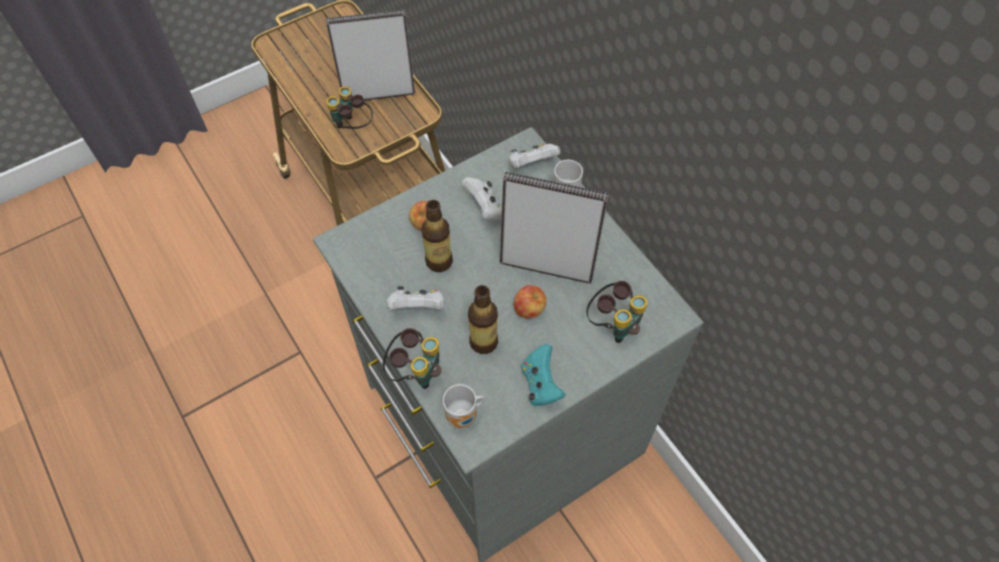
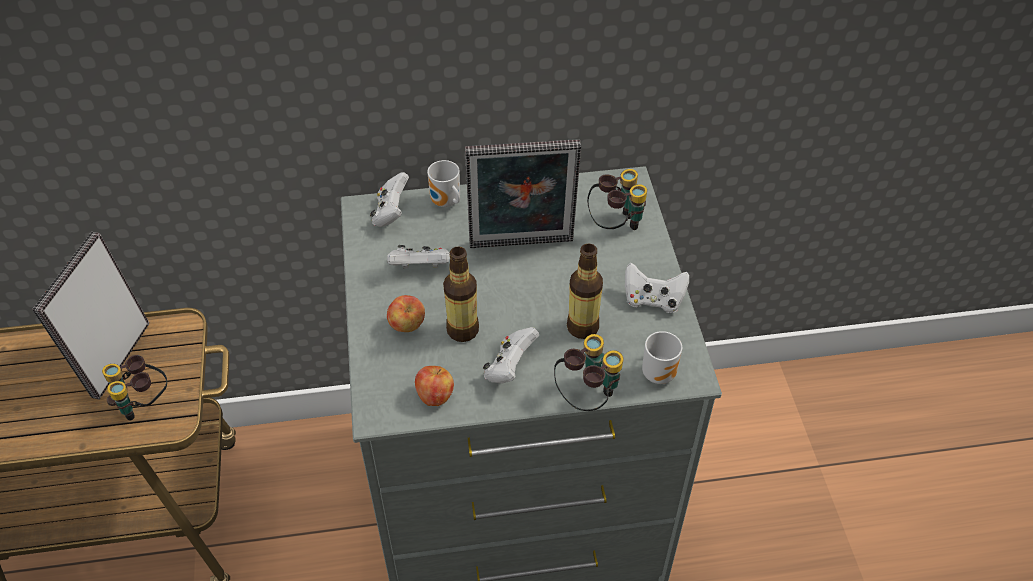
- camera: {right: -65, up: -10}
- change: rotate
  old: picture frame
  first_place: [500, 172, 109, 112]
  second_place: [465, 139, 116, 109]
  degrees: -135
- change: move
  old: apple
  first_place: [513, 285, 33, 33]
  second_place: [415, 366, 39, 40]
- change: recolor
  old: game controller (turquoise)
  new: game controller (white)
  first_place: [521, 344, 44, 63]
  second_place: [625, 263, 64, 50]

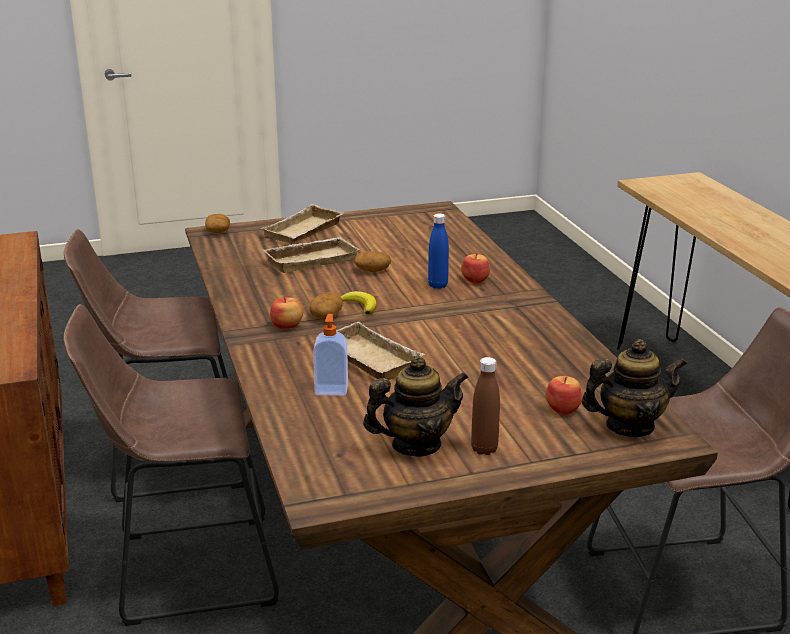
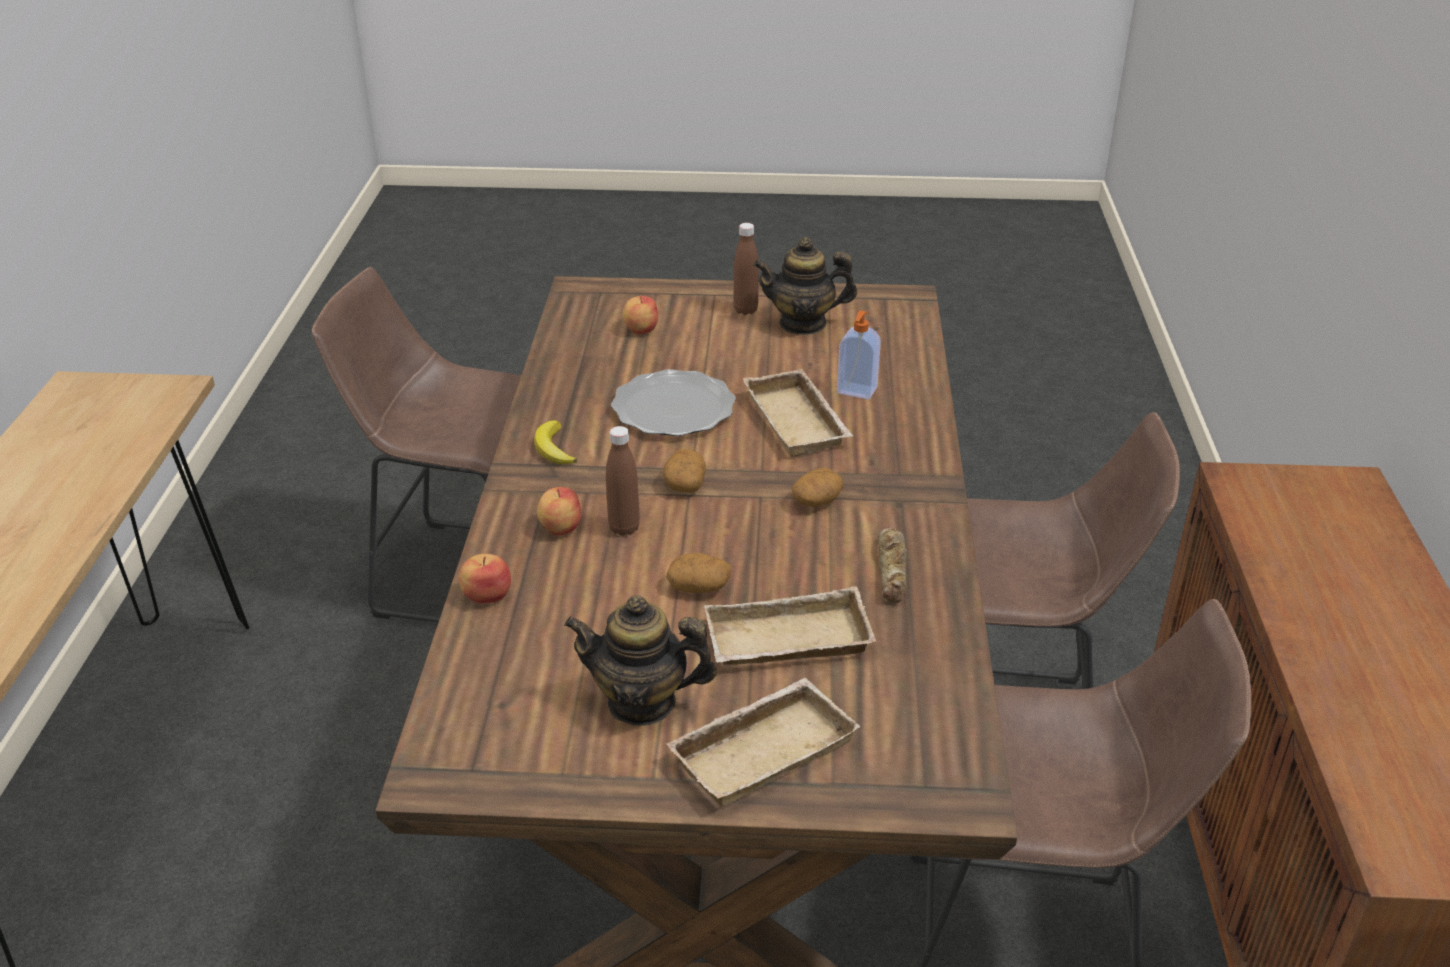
- camera: {right: -160, up: 10}
- change: recolor
  old: bottle (blue)
  new: bottle (brown)
  first_place: [428, 213, 21, 76]
  second_place: [606, 426, 34, 110]
- change: move
  old: potato
  first_place: [205, 214, 25, 19]
  second_place: [663, 449, 43, 44]
- change: move
  old: banana
  first_place: [341, 291, 36, 24]
  second_place: [534, 420, 43, 44]
- change: move
  old: apple
  first_place: [270, 297, 33, 32]
  second_place: [459, 554, 52, 50]
- change: move
  old: teapot
  first_place: [582, 339, 105, 98]
  second_place: [564, 595, 153, 131]
- change: insert
  new: plate
  second_place: [611, 369, 125, 67]
- change: insert
  new: bread
  second_place: [878, 527, 29, 75]

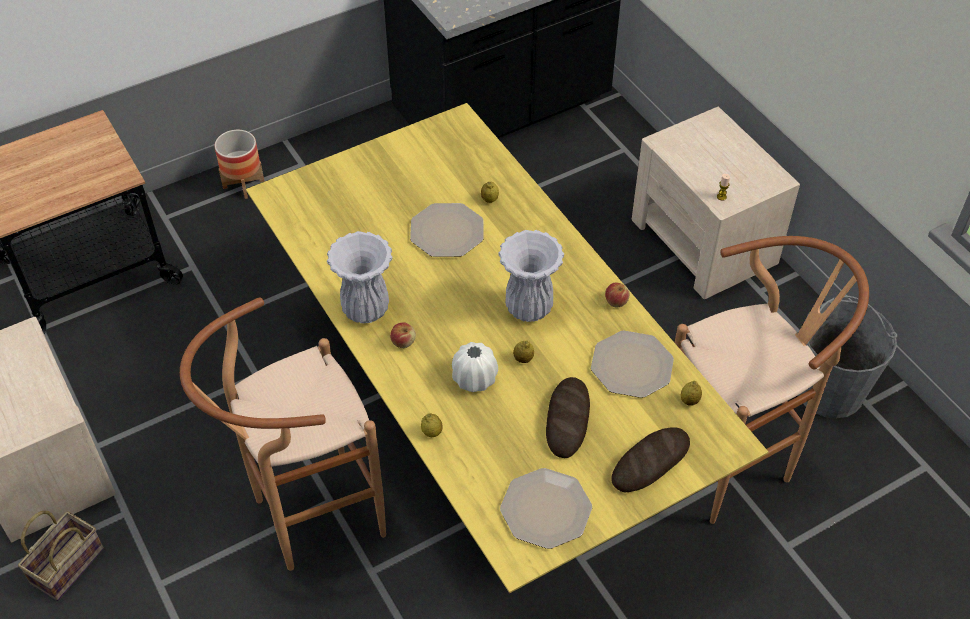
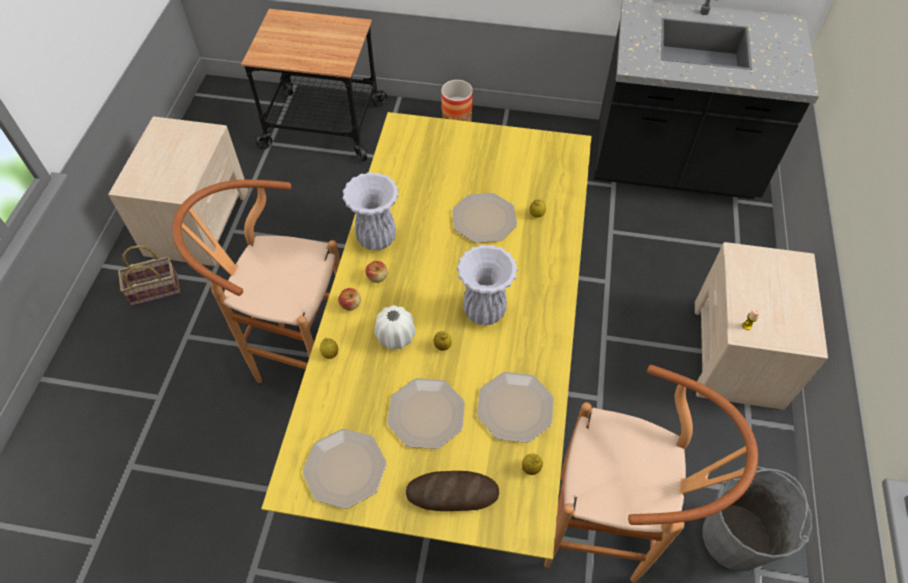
- camera: {right: 40, up: 5}
- change: move
  old: apple
  first_place: [605, 283, 25, 24]
  second_place: [338, 288, 23, 22]
- change: replace
  old: bread
  new: plate
  first_place: [546, 377, 44, 81]
  second_place: [387, 378, 78, 71]

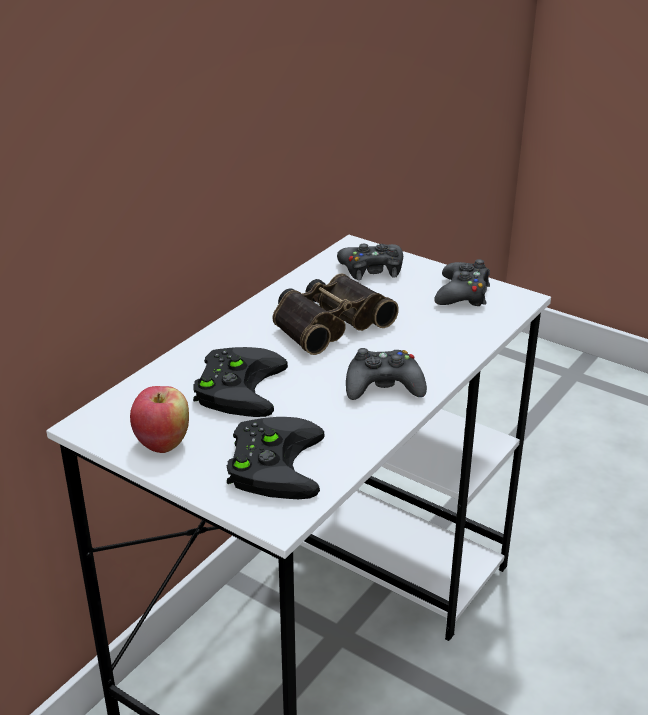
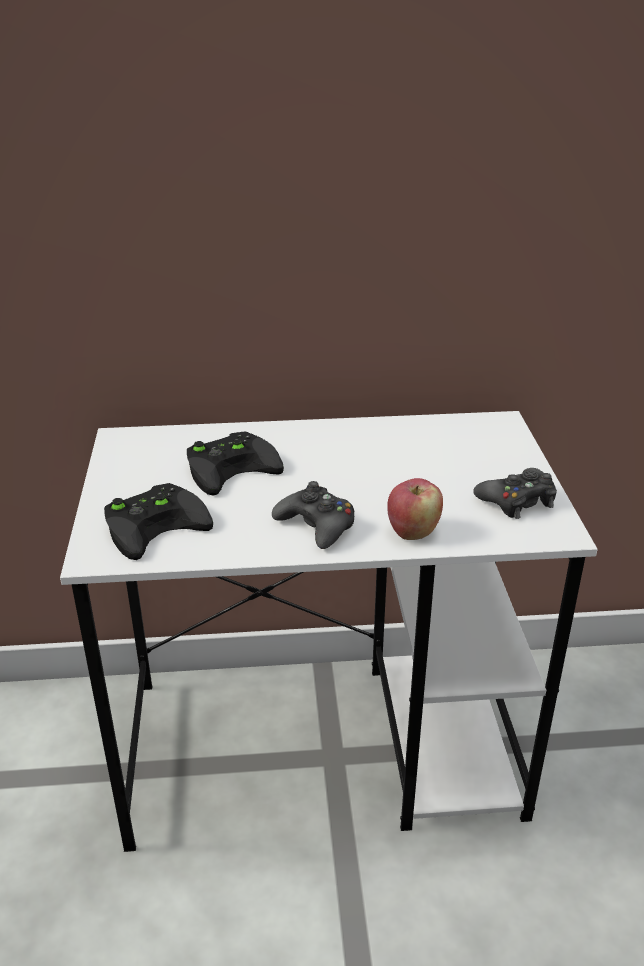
- camera: {right: 50, up: 0}
- change: delete
  old: game controller (black)
  first_place: [337, 244, 66, 36]
- change: delete
  old: binoculars
  first_place: [272, 273, 127, 82]
- change: move
  old: apple
  first_place: [130, 386, 59, 67]
  second_place: [387, 478, 56, 62]

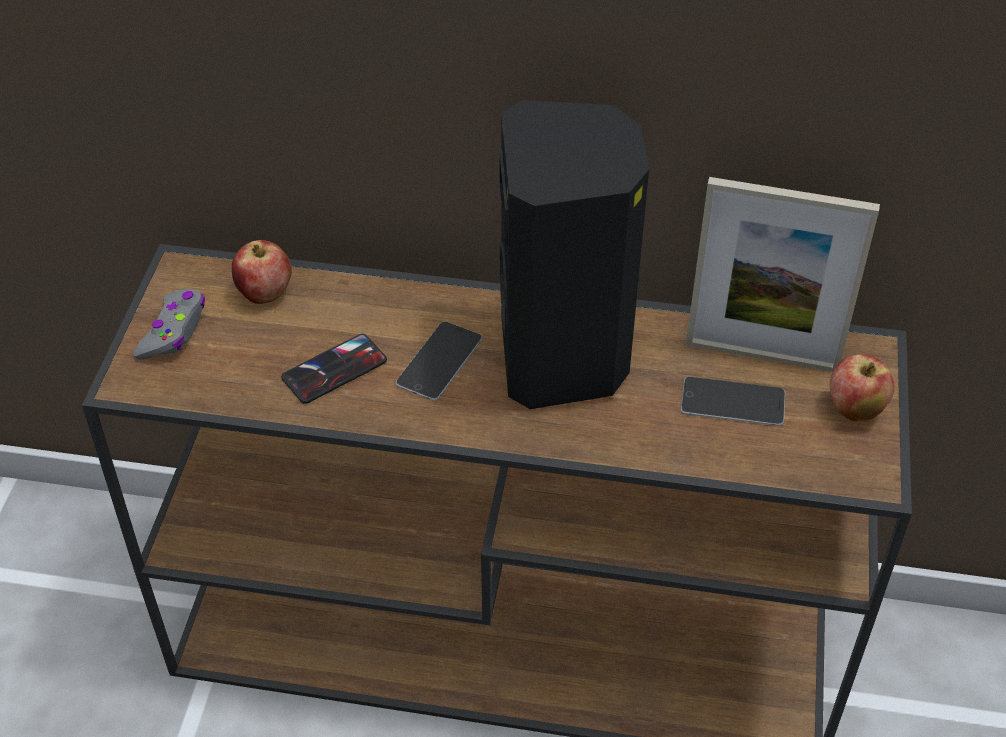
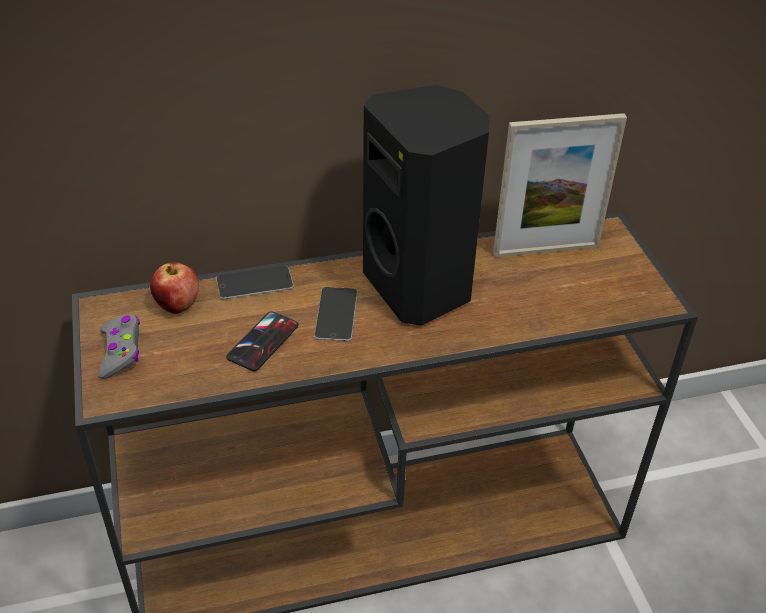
- camera: {right: -25, up: -5}
- change: delete
  old: apple
  first_place: [830, 354, 65, 67]
- change: move
  old: phone
  first_place: [681, 377, 104, 49]
  second_place: [216, 266, 78, 33]

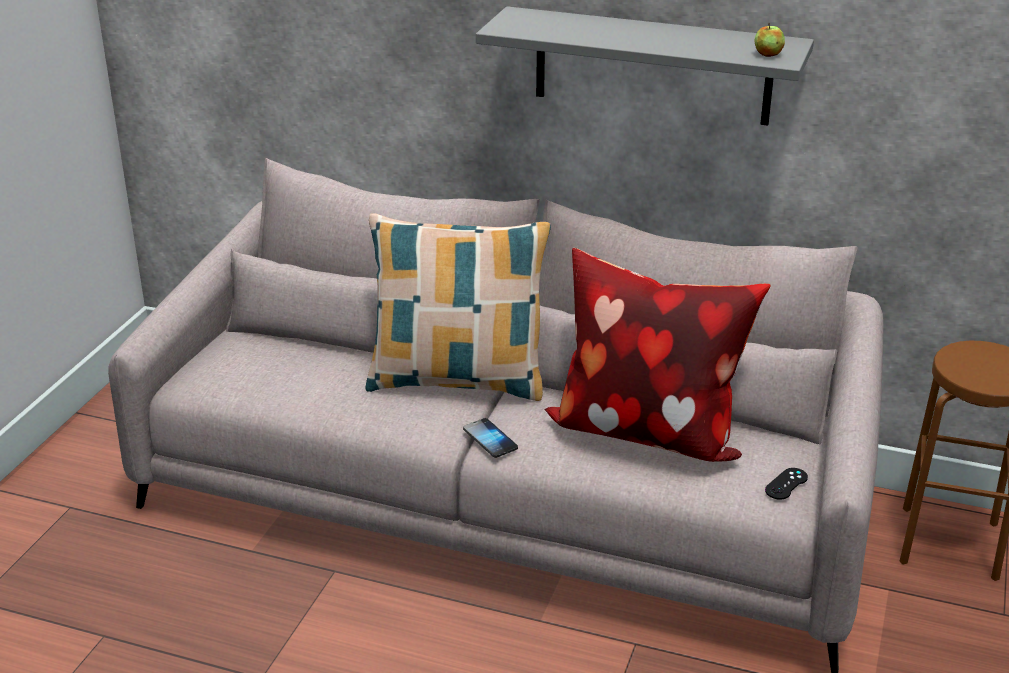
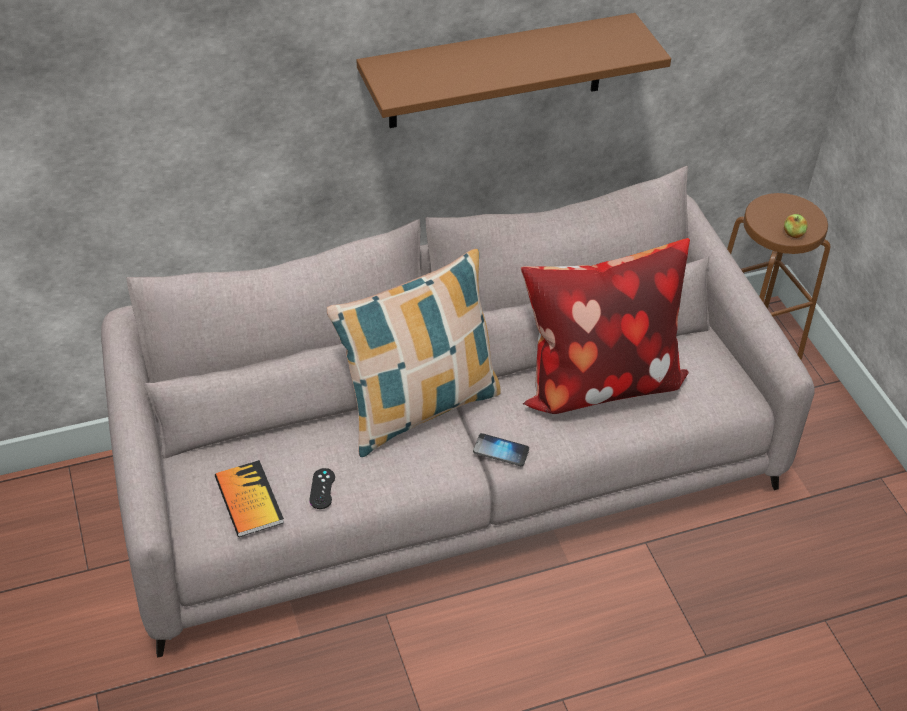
- camera: {right: -40, up: 15}
- change: recolor
  old: shelf (grey)
  new: shelf (brown)
  first_place: [476, 6, 338, 120]
  second_place: [357, 13, 314, 115]
- change: move
  old: apple
  first_place: [755, 23, 30, 34]
  second_place: [784, 214, 23, 24]
- change: move
  old: game controller (black)
  first_place: [765, 468, 43, 32]
  second_place: [309, 468, 26, 41]
- change: insert
  new: book
  second_place: [215, 460, 69, 77]

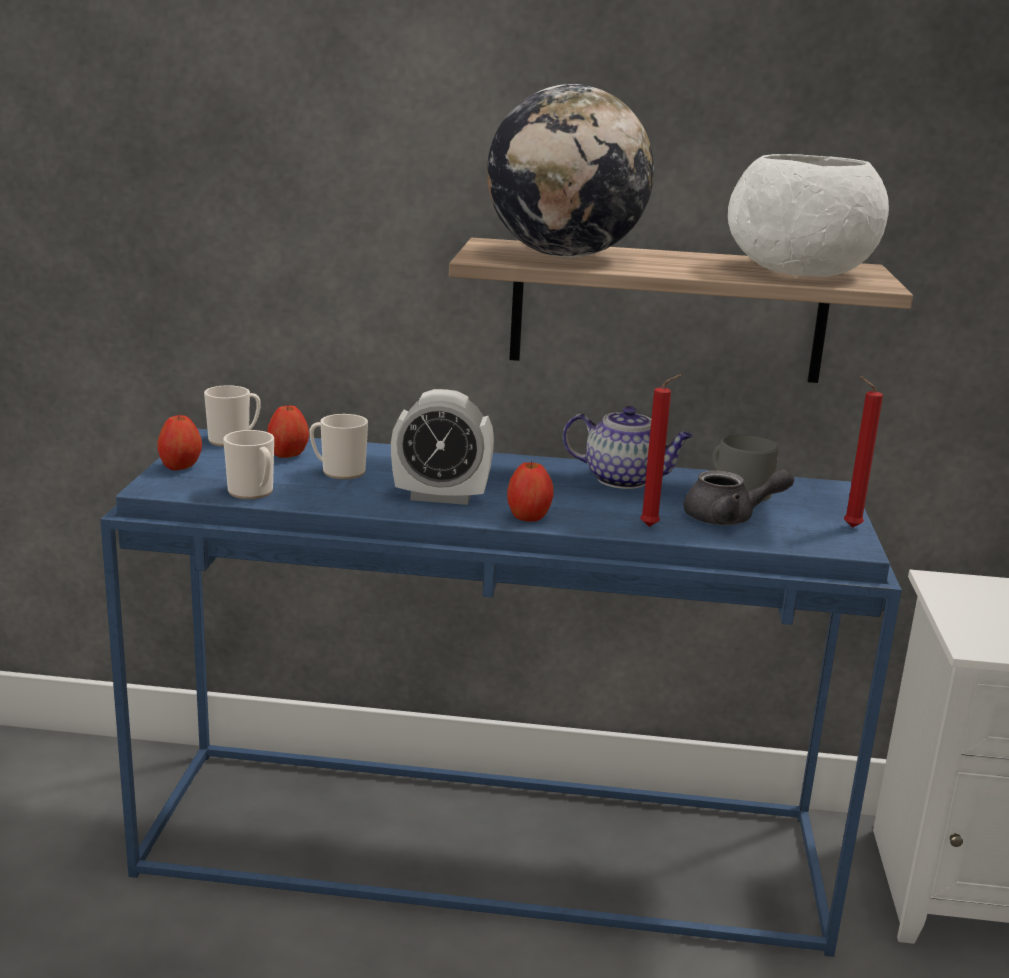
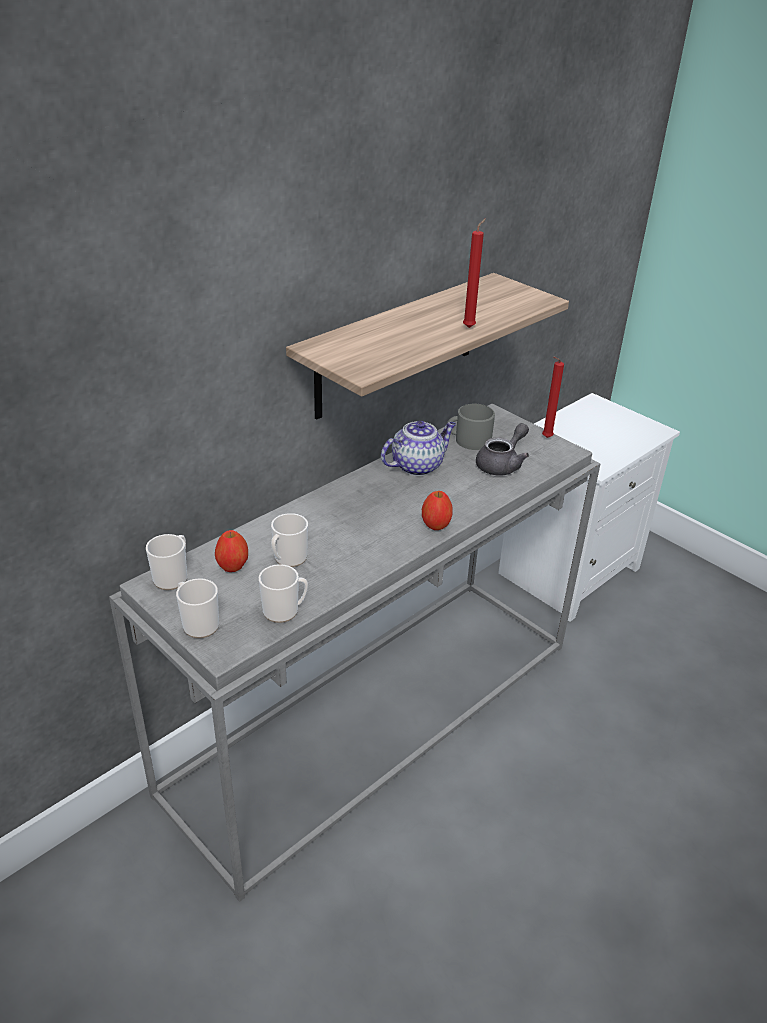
- camera: {right: -50, up: 15}
- change: delete
  old: globe
  first_place: [487, 84, 167, 174]
- change: delete
  old: bowl (white)
  first_place: [728, 154, 161, 123]
- change: move
  old: candle (red)
  first_place: [640, 374, 42, 153]
  second_place: [463, 218, 23, 110]
- change: delete
  old: alarm clock
  first_place: [391, 389, 103, 116]
- change: replace
  old: apple
  new: mug
  first_place: [157, 414, 45, 56]
  second_place: [176, 578, 43, 60]
- change: recolor
  old: console table (blue)
  new: console table (grey)
  first_place: [100, 429, 802, 528]
  second_place: [109, 404, 491, 498]

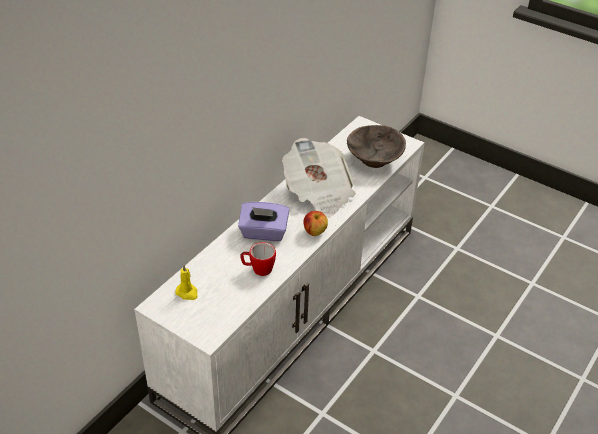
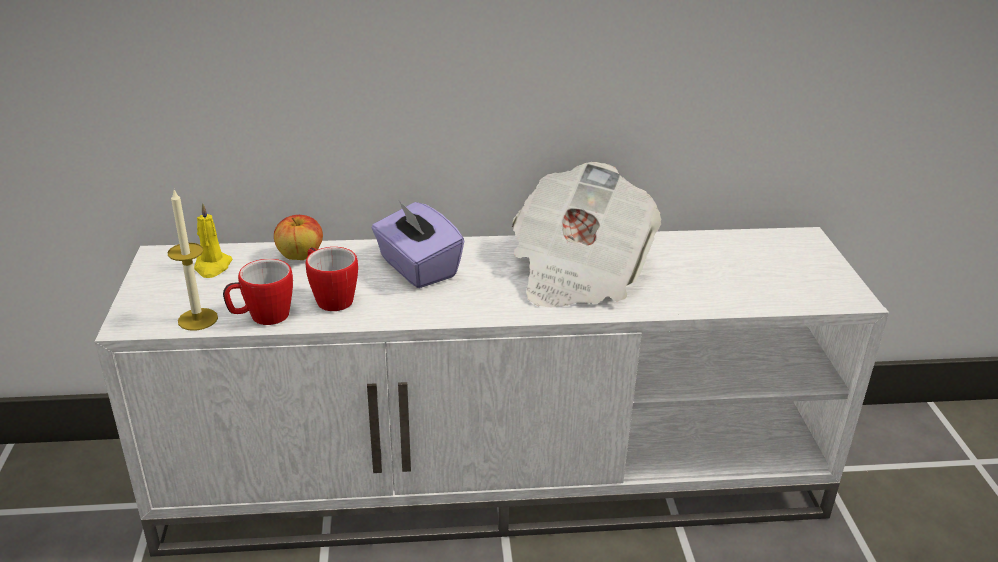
- camera: {right: 50, up: -10}
- change: delete
  old: bowl (brown)
  first_place: [347, 125, 59, 43]
- change: move
  old: apple
  first_place: [303, 211, 25, 25]
  second_place: [274, 215, 49, 45]
- change: insert
  new: candle
  second_place: [168, 190, 50, 141]
- change: insert
  new: mug
  second_place: [223, 259, 70, 66]

